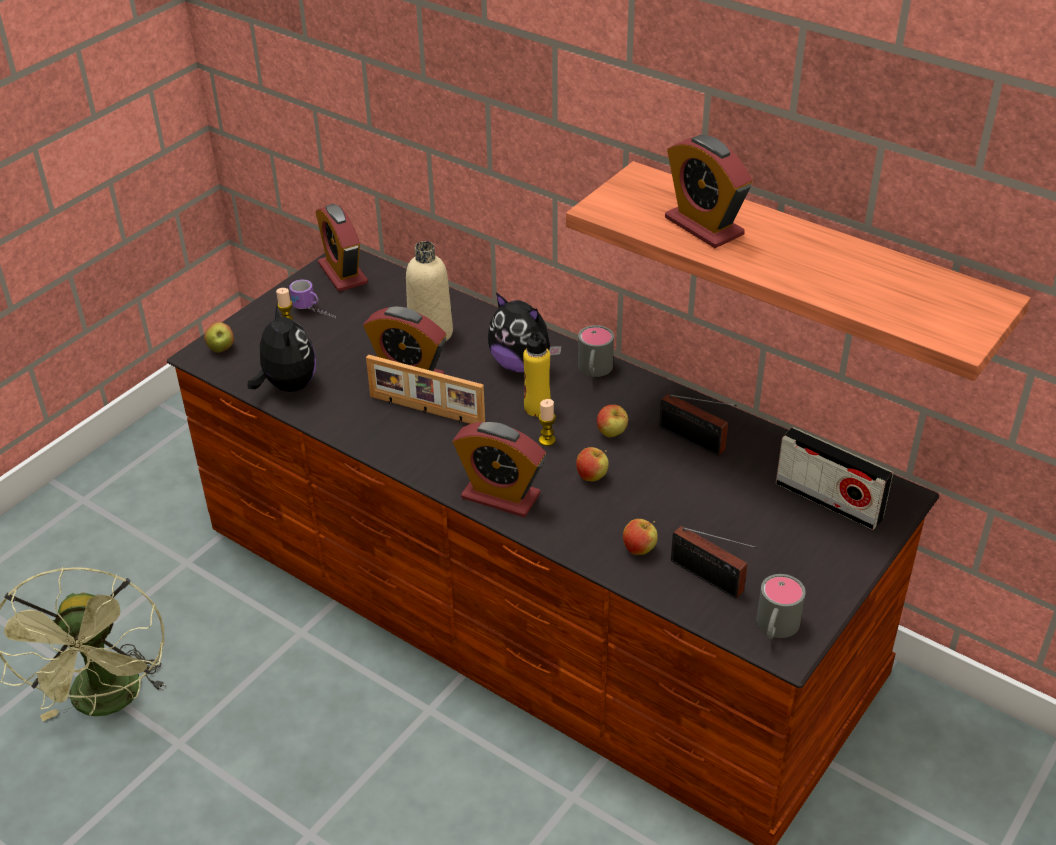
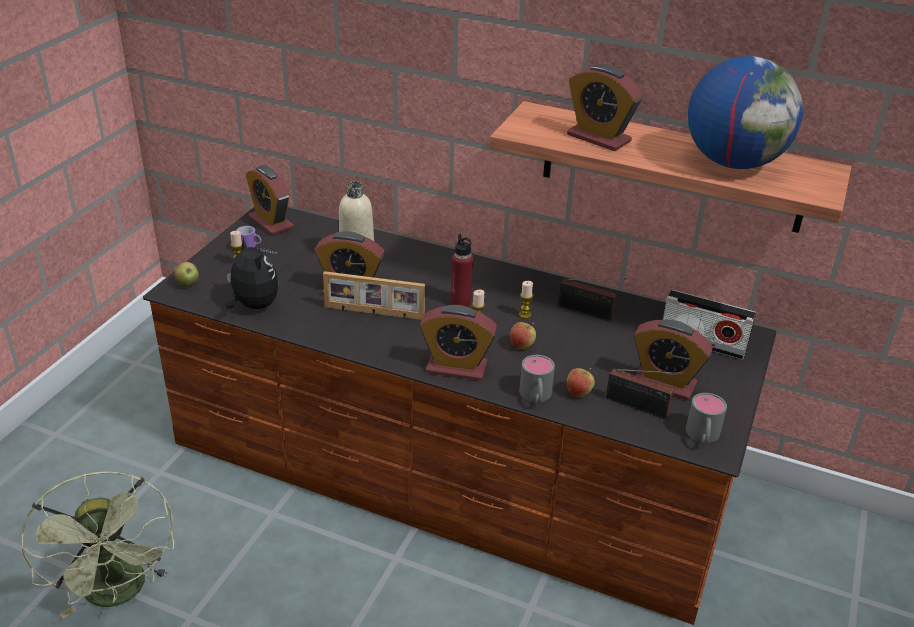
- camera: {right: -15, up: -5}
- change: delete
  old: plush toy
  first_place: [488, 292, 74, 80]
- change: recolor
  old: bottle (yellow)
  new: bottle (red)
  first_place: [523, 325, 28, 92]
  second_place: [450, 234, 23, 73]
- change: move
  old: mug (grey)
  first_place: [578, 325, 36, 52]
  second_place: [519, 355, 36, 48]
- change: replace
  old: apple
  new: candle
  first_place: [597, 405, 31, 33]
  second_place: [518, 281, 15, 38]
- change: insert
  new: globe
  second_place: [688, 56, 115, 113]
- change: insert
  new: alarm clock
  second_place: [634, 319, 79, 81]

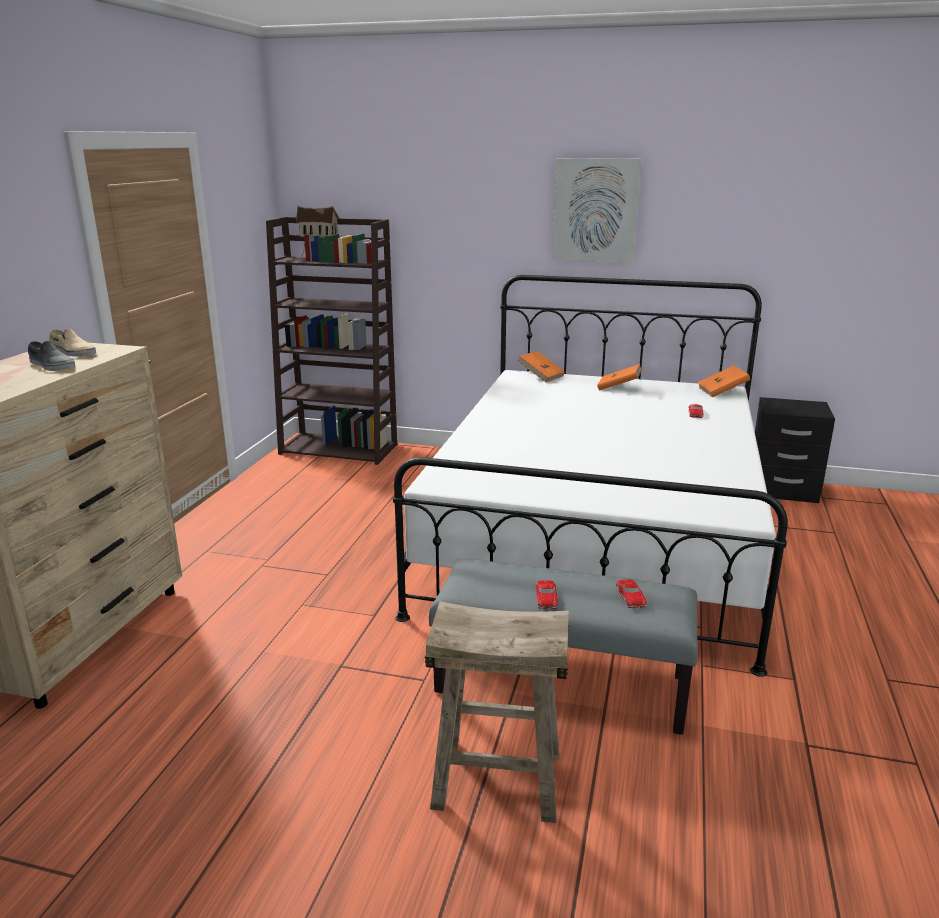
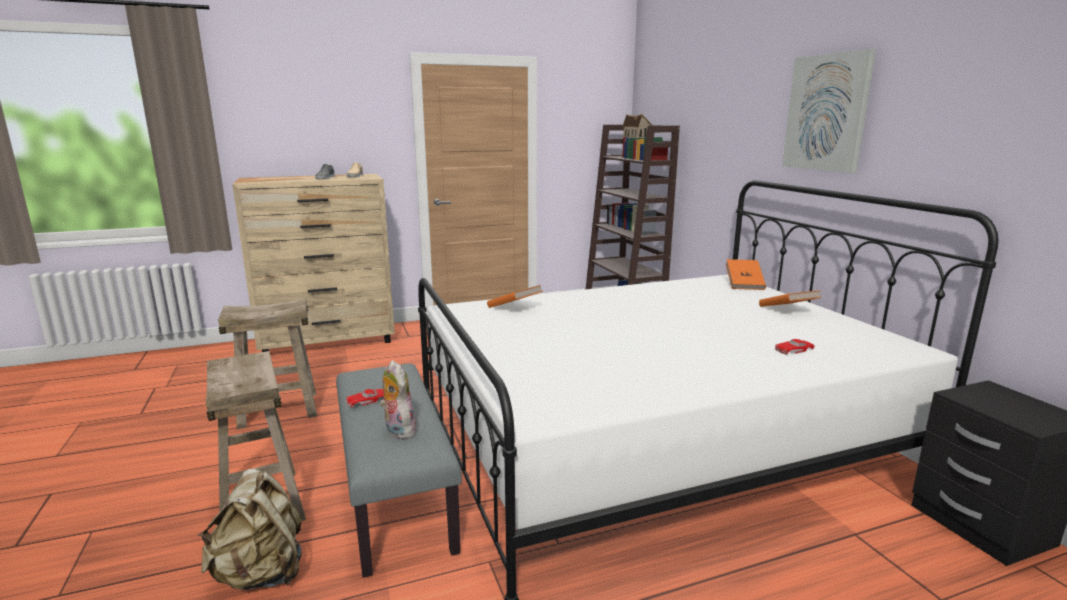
- camera: {right: 55, up: -5}
- change: move
  old: book (orange)
  first_place: [697, 365, 53, 33]
  second_place: [487, 285, 56, 23]
- change: replace
  old: toy car (red)
  new: plush toy
  first_place: [616, 580, 31, 28]
  second_place: [379, 360, 37, 79]
- change: insert
  new: stool (beige)
  second_place: [218, 298, 99, 131]
- change: insert
  new: backpack (beige)
  second_place: [198, 468, 104, 122]

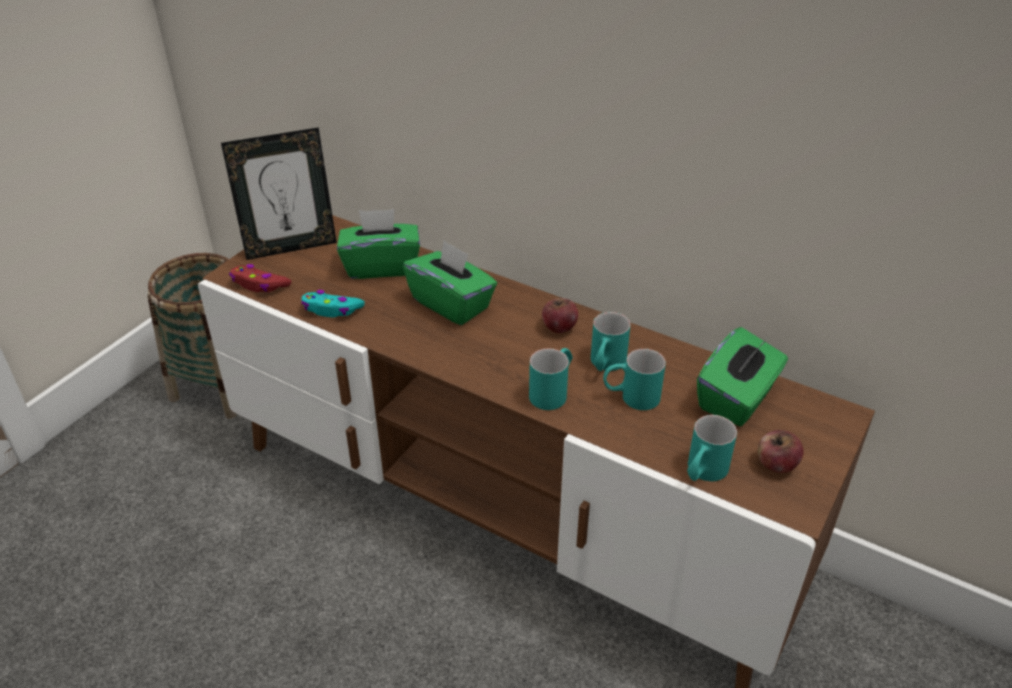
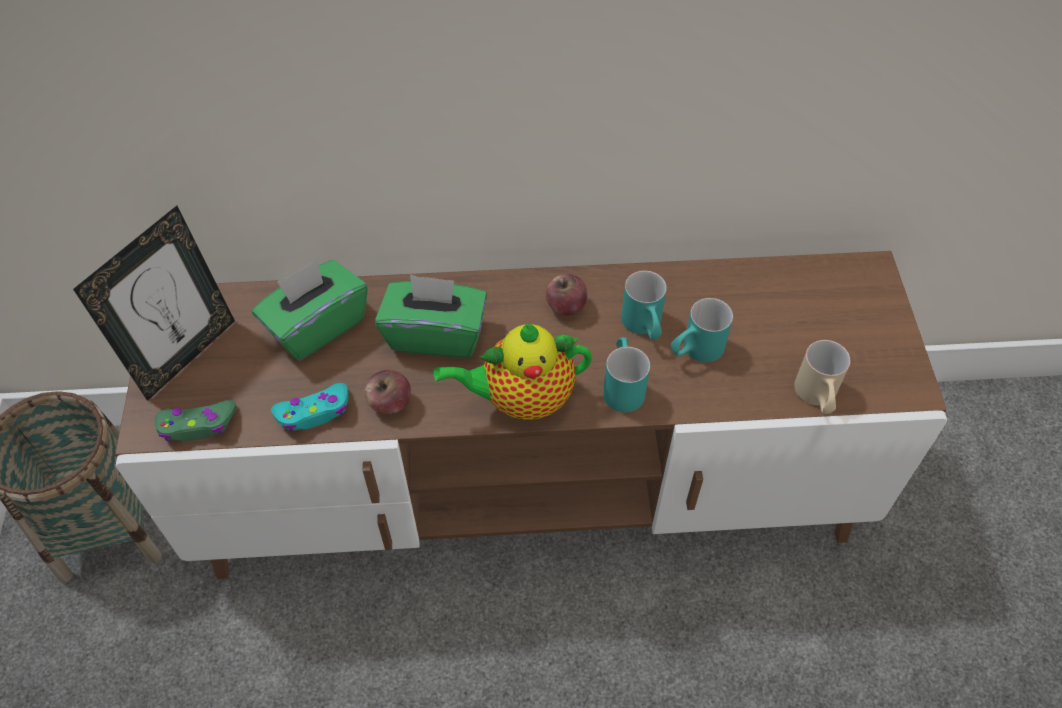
- camera: {right: -35, up: 15}
- change: recolor
  old: game controller (red)
  new: game controller (green)
  first_place: [229, 264, 62, 28]
  second_place: [154, 400, 82, 41]
- change: delete
  old: tissue box (green)
  first_place: [697, 327, 91, 99]
- change: recolor
  old: mug (turquoise)
  new: mug (beige)
  first_place: [687, 415, 50, 66]
  second_place: [794, 340, 56, 74]
- change: move
  old: apple
  first_place: [758, 430, 45, 43]
  second_place: [364, 370, 47, 44]
- change: insert
  new: teapot
  second_place: [434, 324, 158, 96]

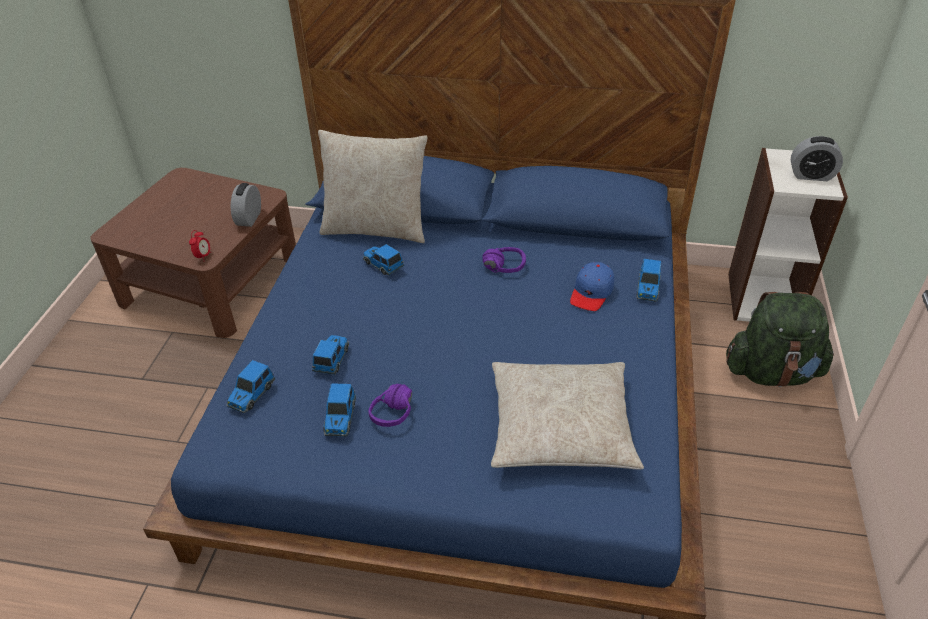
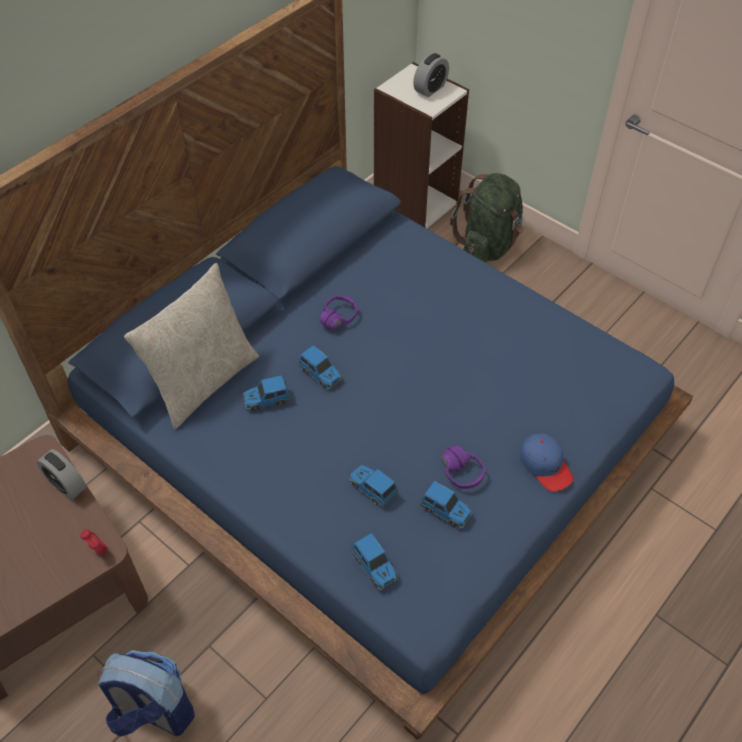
- camera: {right: -60, up: 10}
- change: move
  old: toy car
  first_place: [636, 259, 25, 43]
  second_place: [299, 345, 44, 45]
- change: move
  old: cap (blue)
  first_place: [570, 262, 45, 49]
  second_place: [520, 433, 53, 59]
- change: delete
  old: pillow (beige)
  first_place: [491, 362, 153, 108]
- change: insert
  new: backpack
  second_place: [98, 650, 97, 87]

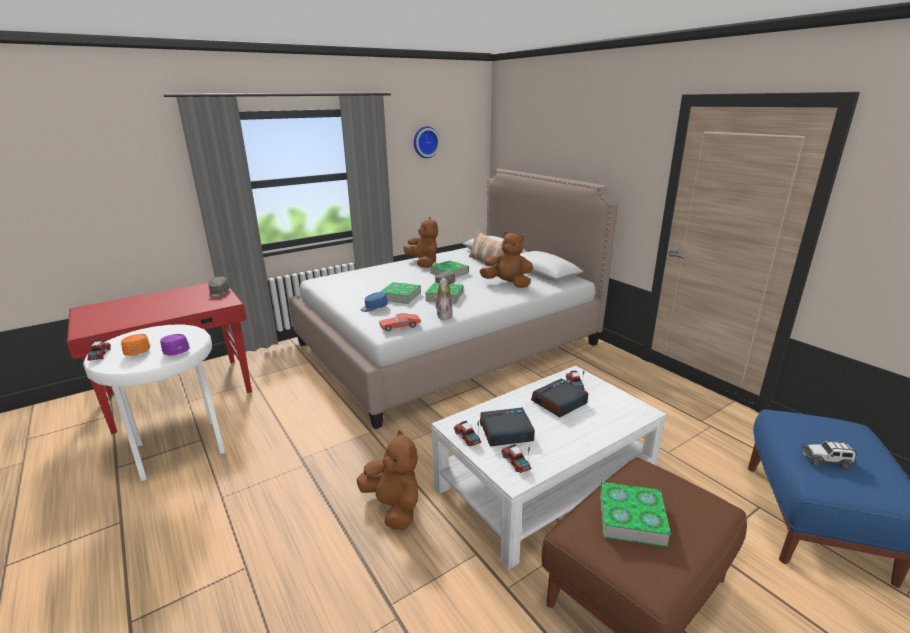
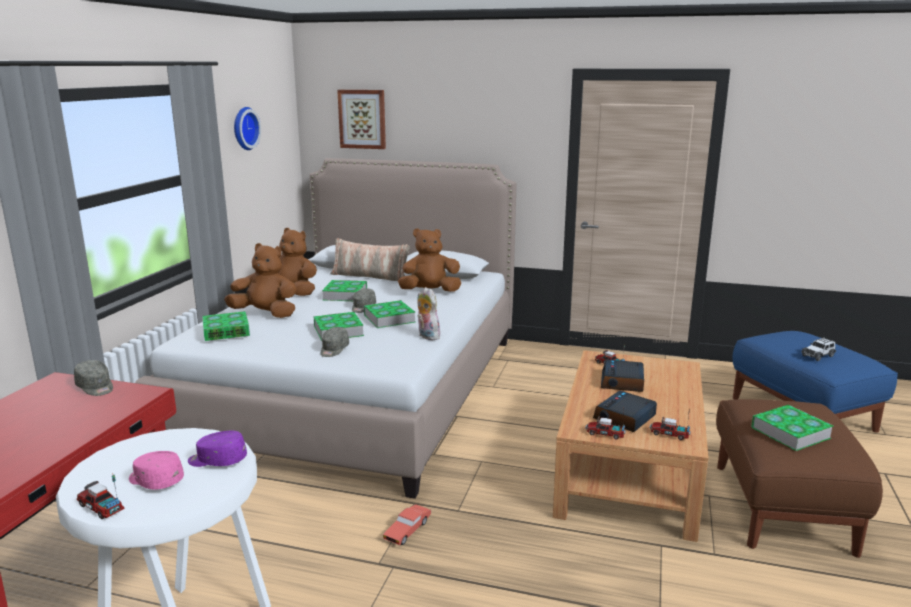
- camera: {right: -40, up: -5}
- change: recolor
  old: cap (blue)
  new: cap (grey)
  first_place: [361, 292, 27, 20]
  second_place: [321, 327, 28, 30]
- change: move
  old: toy car (red)
  first_place: [379, 313, 42, 18]
  second_place: [383, 504, 48, 41]
- change: recolor
  old: cap (orange)
  new: cap (pink)
  first_place: [121, 334, 29, 22]
  second_place: [129, 451, 55, 39]
- change: recolor
  old: coffee table (white)
  new: coffee table (brown)
  first_place: [431, 365, 235, 205]
  second_place: [553, 350, 156, 192]
- change: move
  old: plush toy (brown)
  first_place: [356, 430, 62, 100]
  second_place: [224, 243, 73, 75]
- change: insert
  new: picture
  second_place: [337, 90, 49, 59]
- change: insert
  new: book
  second_place: [202, 311, 48, 30]

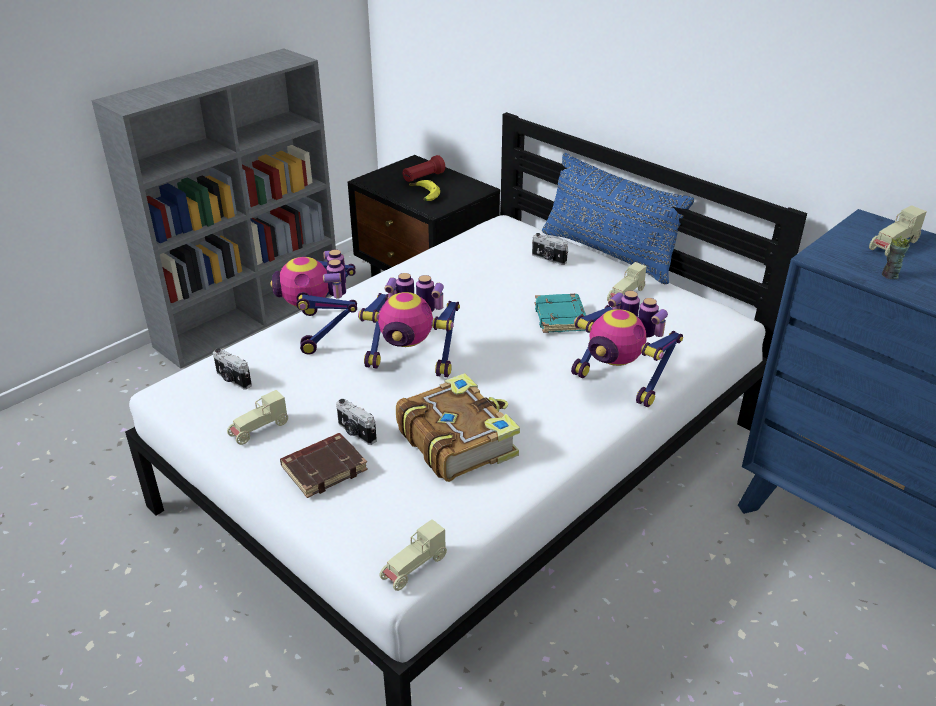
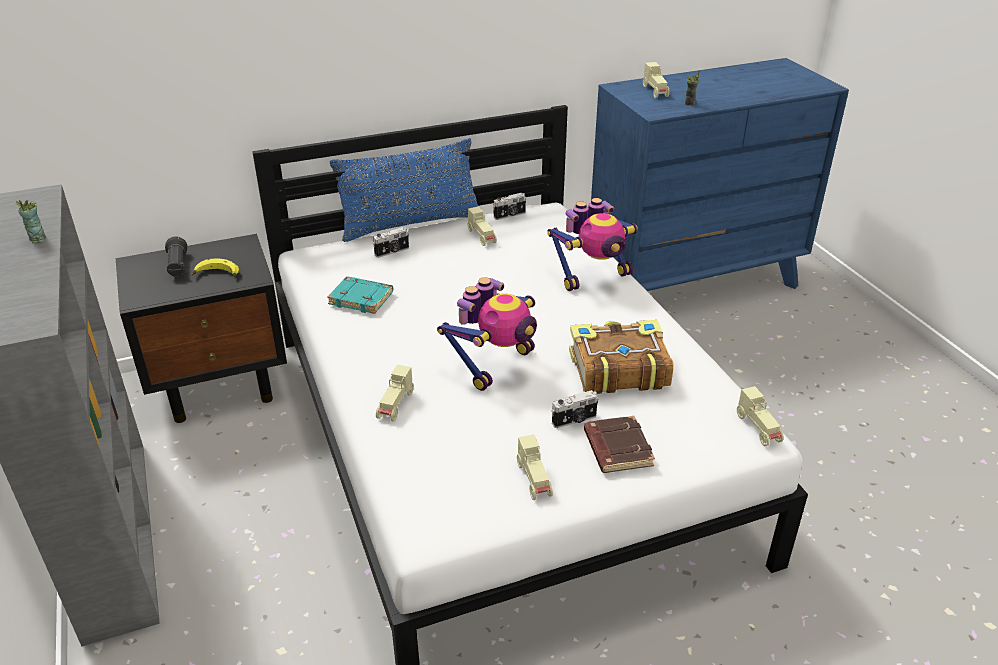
- camera: {right: -65, up: 0}
- change: recolor
  old: flashlight (red)
  new: flashlight (black)
  first_place: [402, 155, 43, 27]
  second_place: [165, 236, 22, 40]
- change: replace
  old: toy robot
  new: toy car (beige)
  first_place: [270, 249, 87, 105]
  second_place: [376, 364, 38, 58]
- change: move
  old: book (turquoise)
  first_place: [535, 294, 51, 39]
  second_place: [327, 276, 66, 38]
- change: move
  old: photo camera
  first_place: [213, 348, 39, 41]
  second_place: [493, 193, 33, 27]
- change: insert
  new: cup
  second_place: [16, 200, 30, 44]

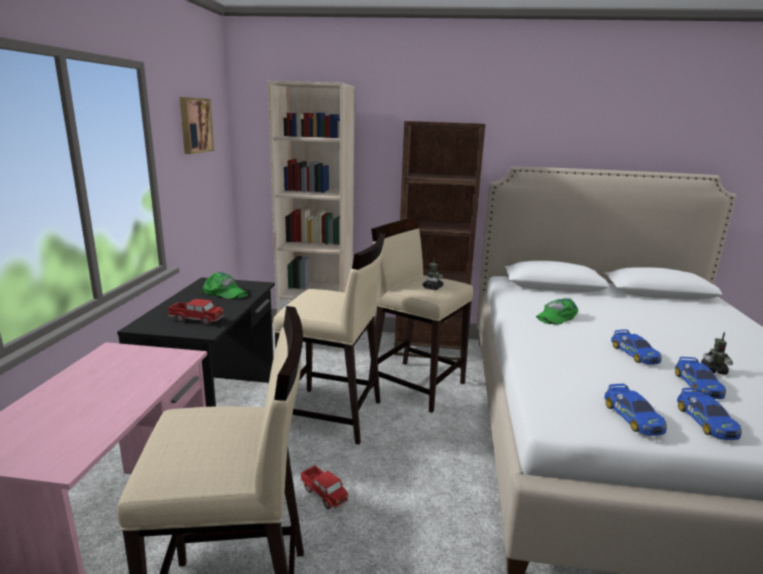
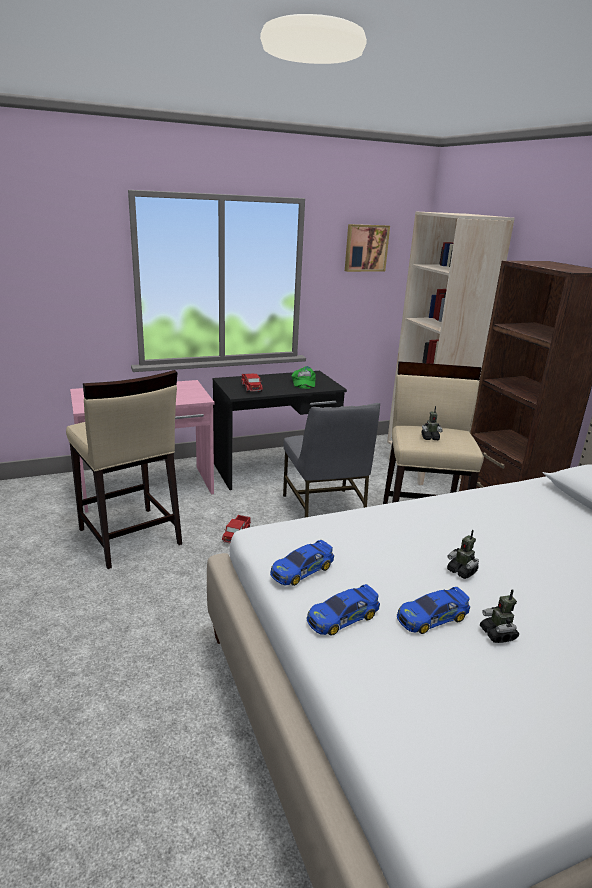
- camera: {right: 60, up: 5}
- change: replace
  old: stool (beige)
  new: chair (grey)
  first_place: [273, 233, 112, 212]
  second_place: [283, 403, 97, 114]
- change: delete
  old: cap (green)
  first_place: [536, 298, 42, 27]
- change: replace
  old: toy car
  new: toy robot
  first_place: [611, 329, 50, 36]
  second_place: [447, 530, 32, 49]

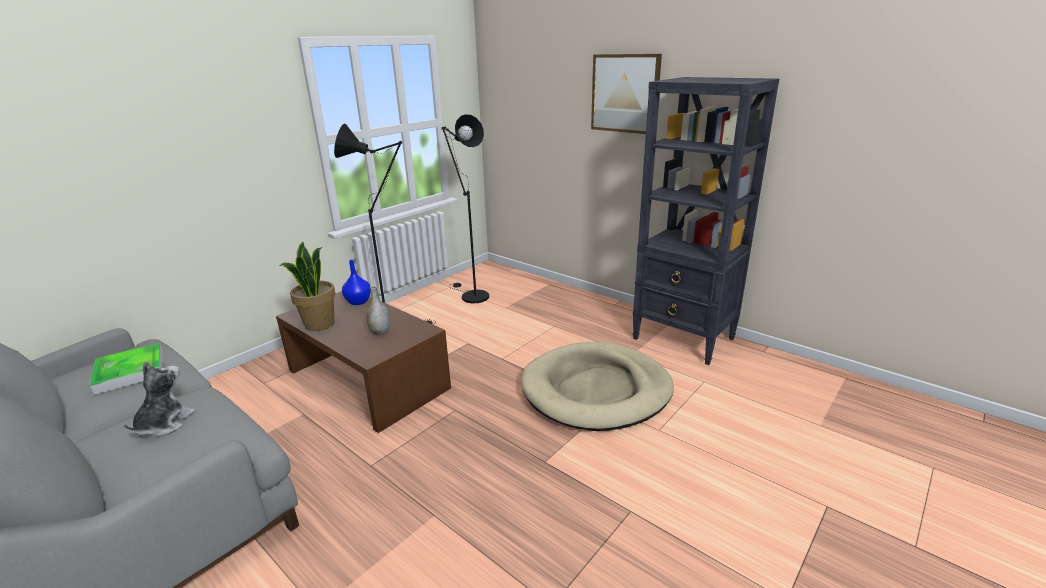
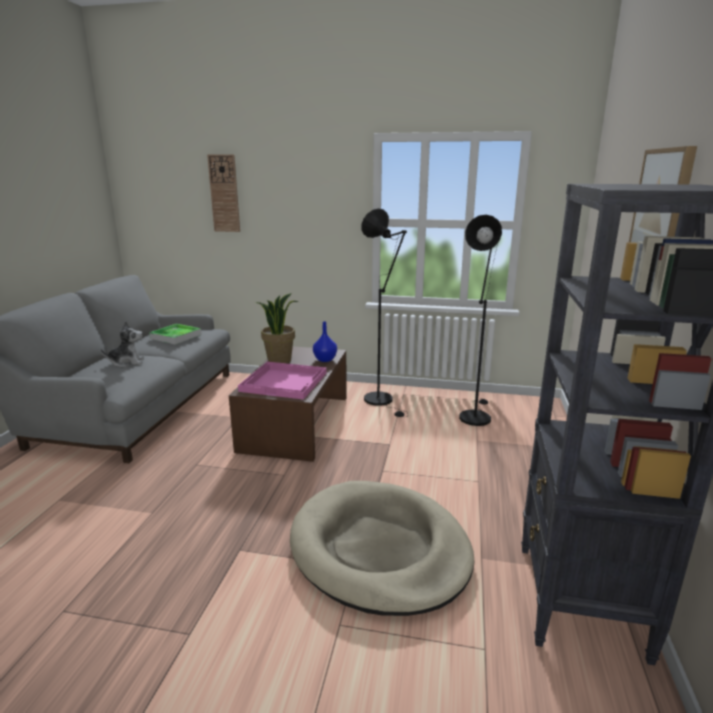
- camera: {right: 60, up: -5}
- change: replace
  old: vase (grey)
  new: tray (pink)
  first_place: [367, 286, 23, 49]
  second_place: [238, 361, 88, 39]
- change: insert
  new: wall clock
  second_place: [207, 154, 33, 78]

